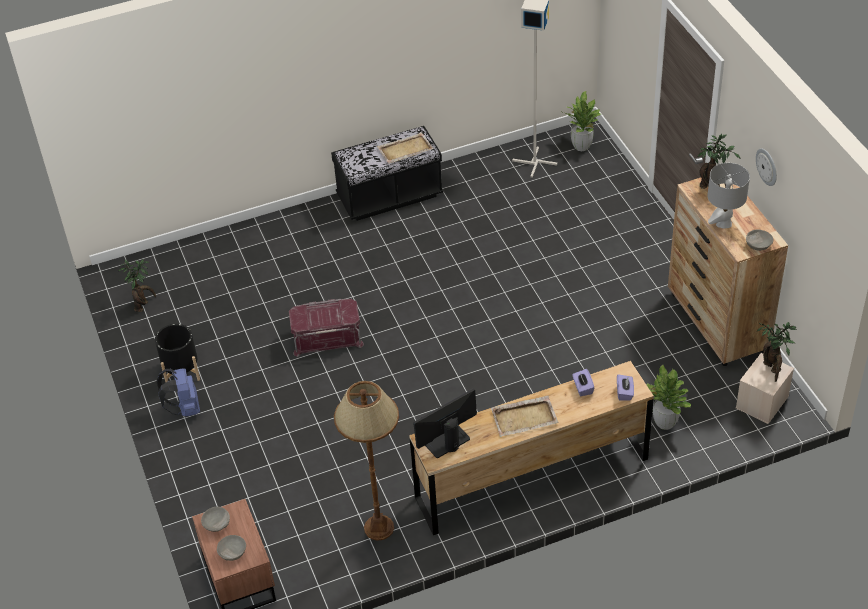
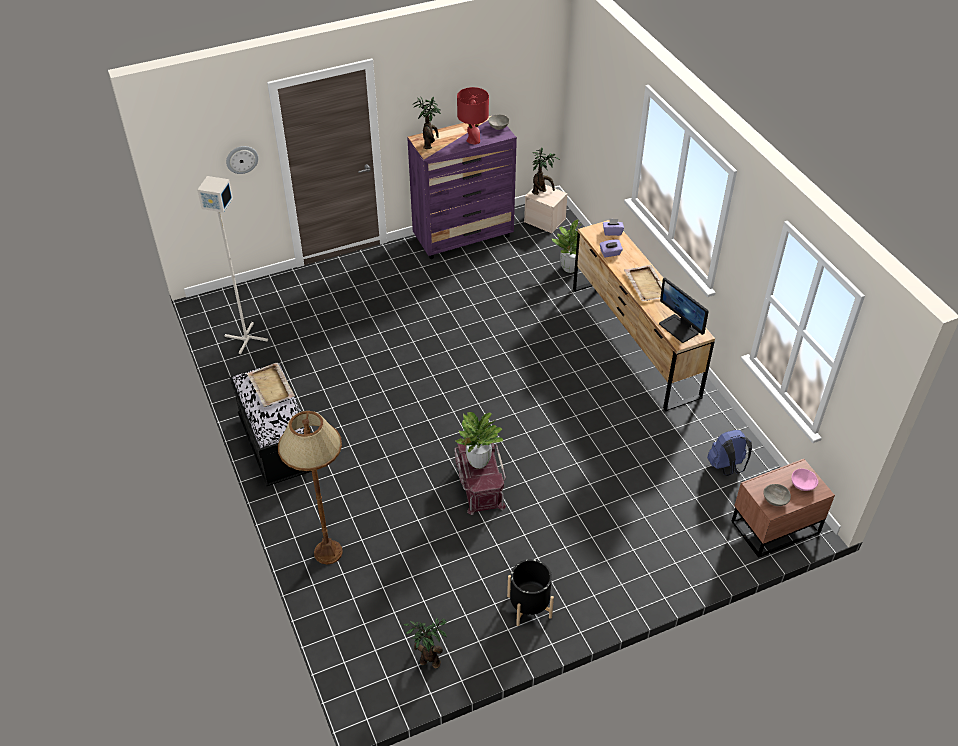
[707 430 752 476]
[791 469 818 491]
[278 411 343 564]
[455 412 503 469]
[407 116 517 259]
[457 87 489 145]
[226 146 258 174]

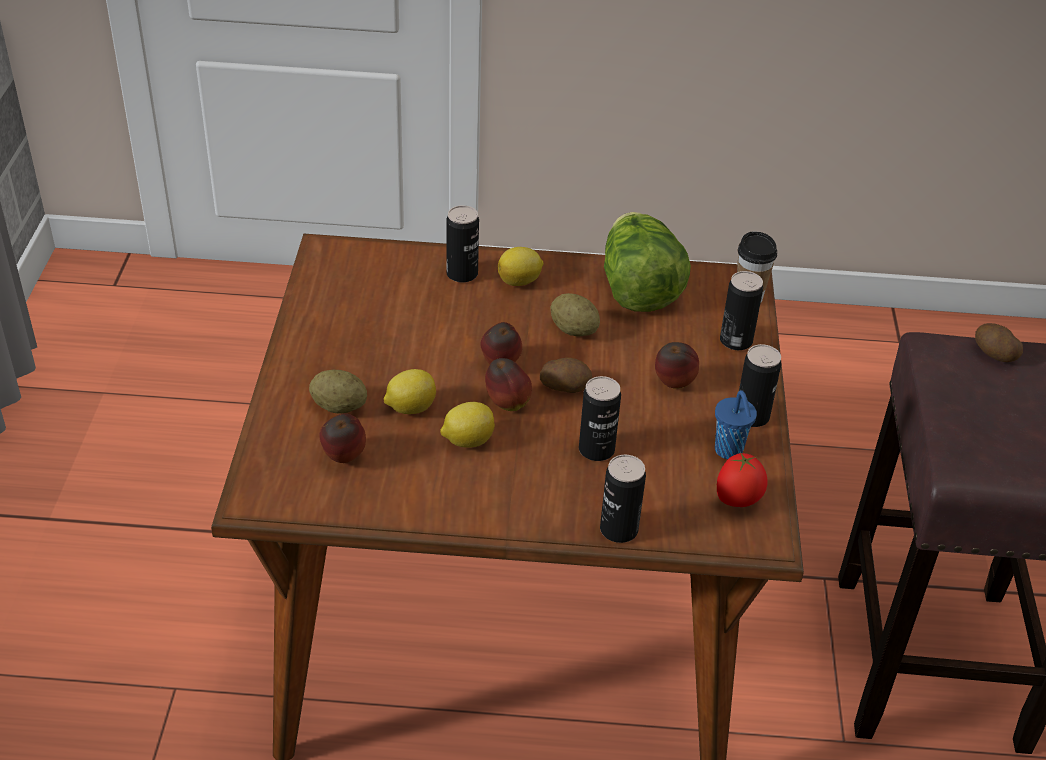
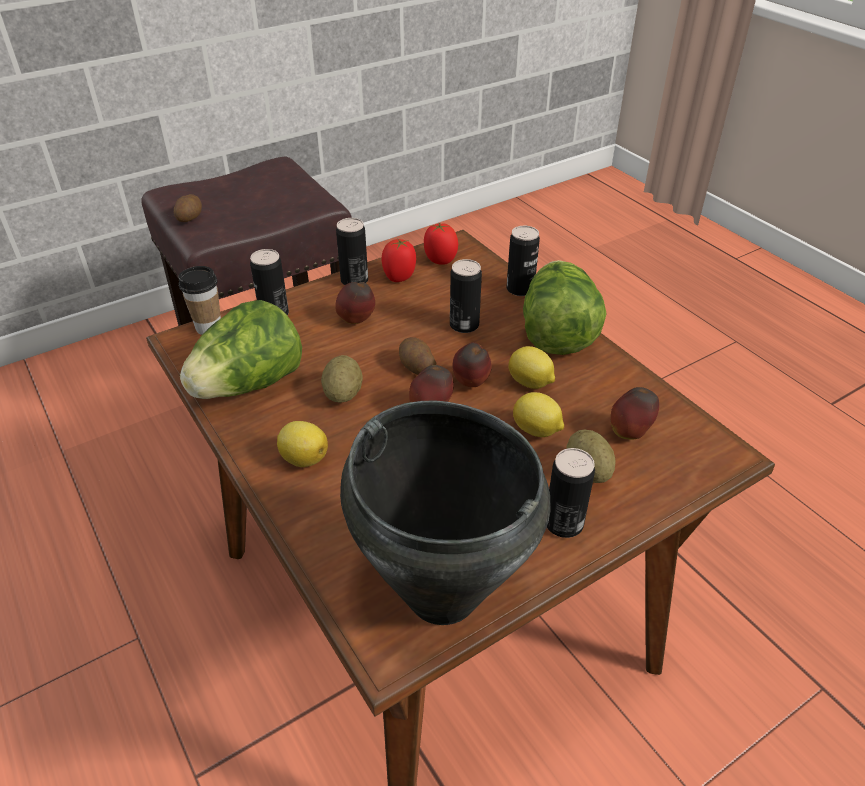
[547 448 595 538]
[381 239 416 282]
[340 401 550 625]
[523 260 607 355]

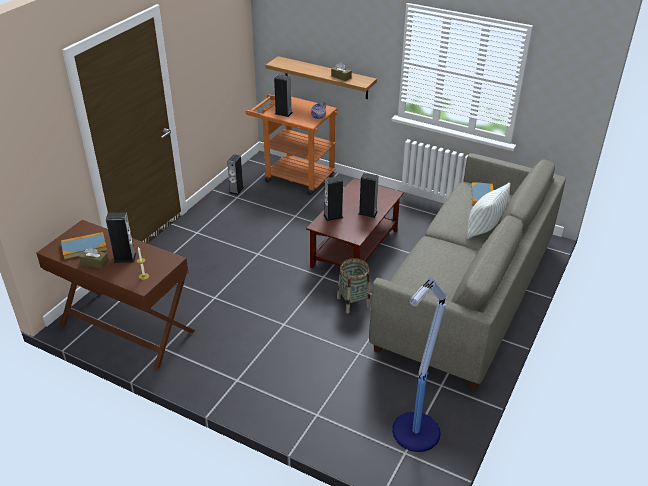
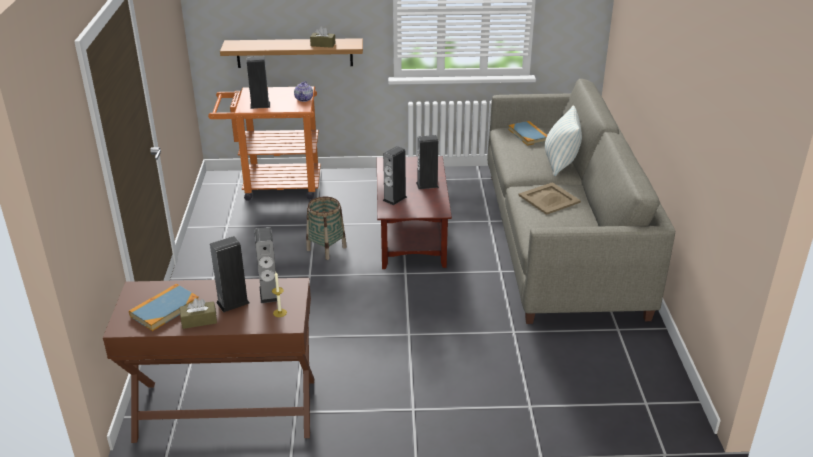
[254 227 277 303]
[306 197 347 260]
[392 277 446 452] (first image)
[518 182 581 215]

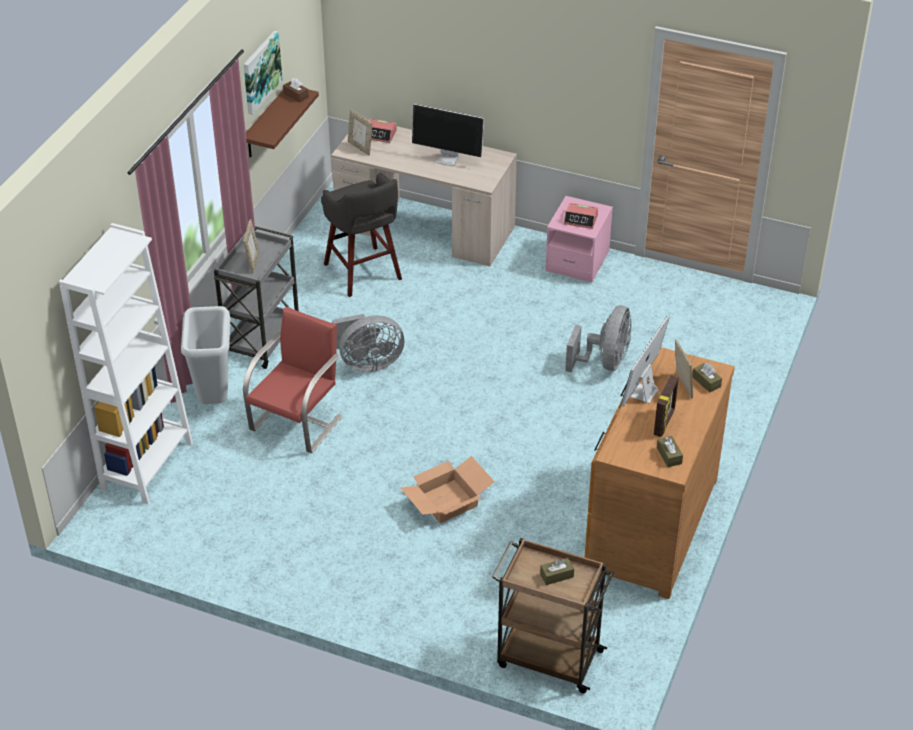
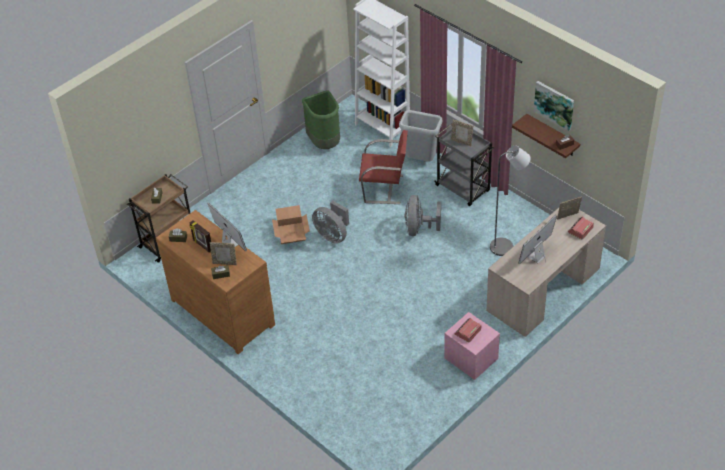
[359 130 408 204]
[490 146 531 256]
[312 201 349 244]
[302 91 340 149]

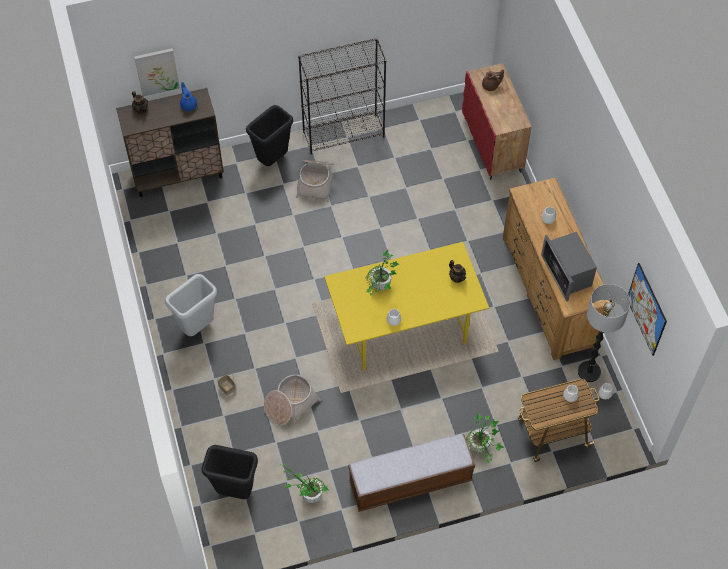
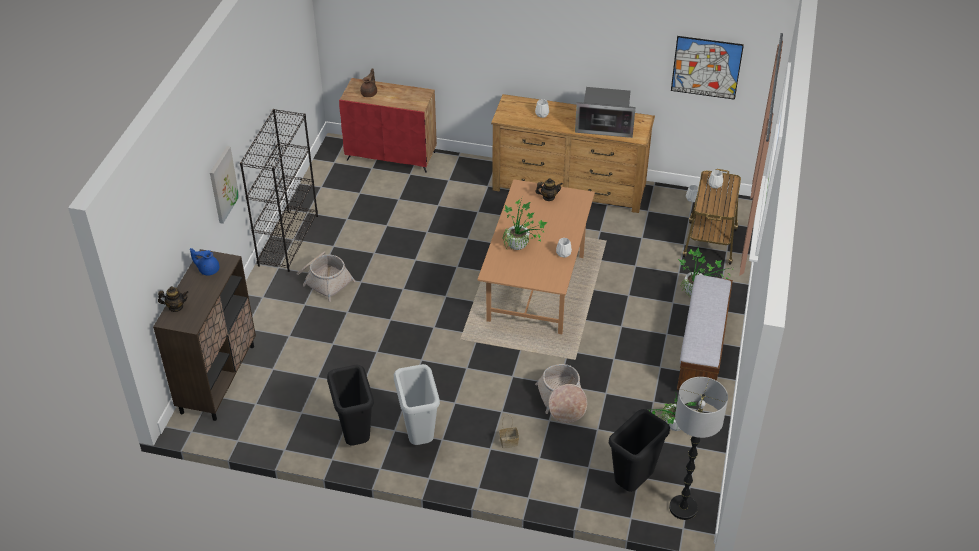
[210 146 239 224]
[327 365 374 446]
[477 179 595 334]
[669 377 728 520]

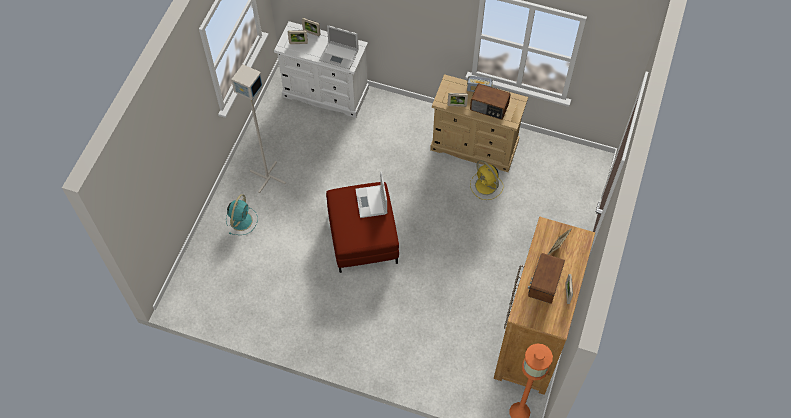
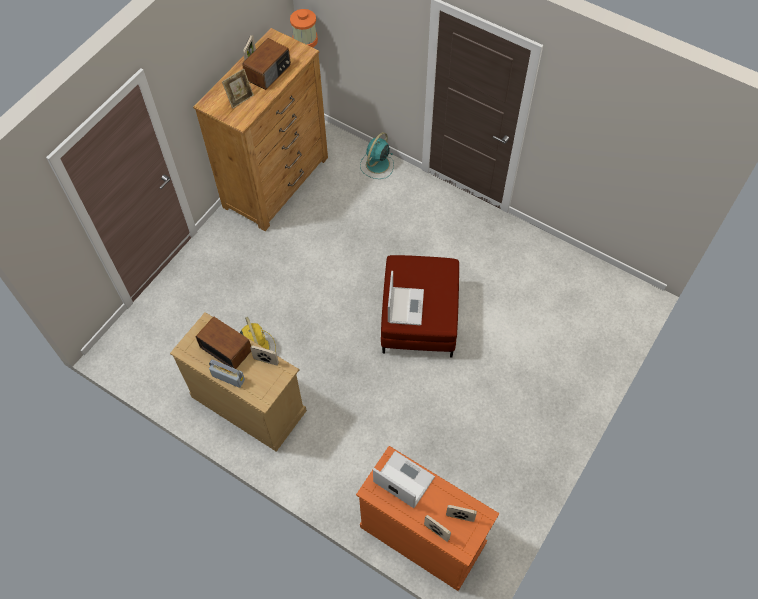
[360 132 394 179]
[231 64 286 193] (first image)
[356 446 500 591]

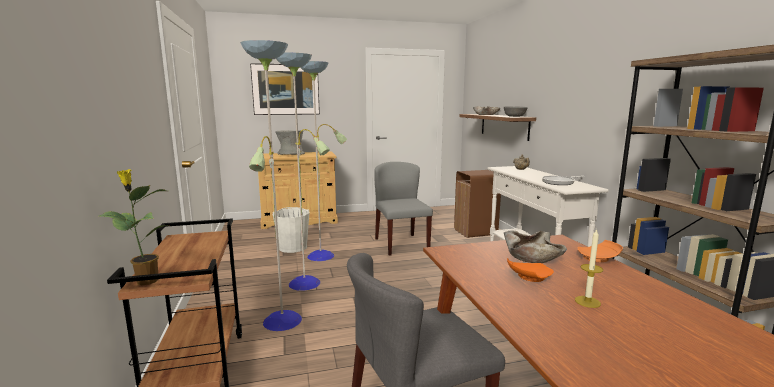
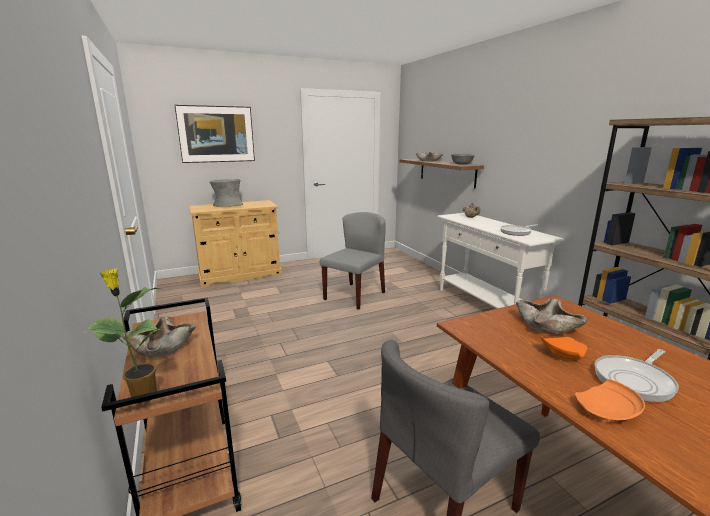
[240 40 347 331] (first image)
[273 207 310 253] (first image)
[320 212 385 310]
[454 170 501 238] (first image)
[594 349 679 402]
[575 379 645 422]
[122 316 196 358]

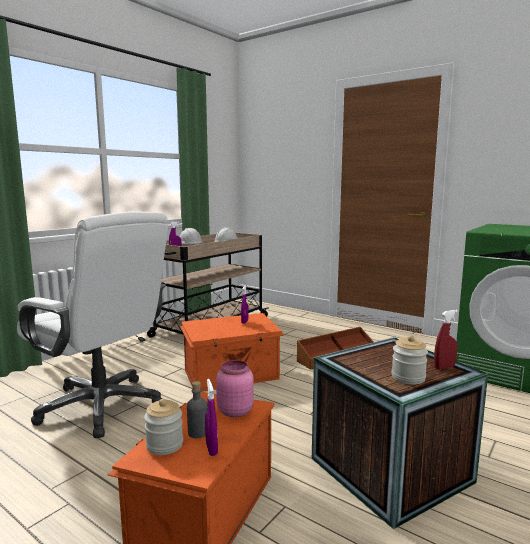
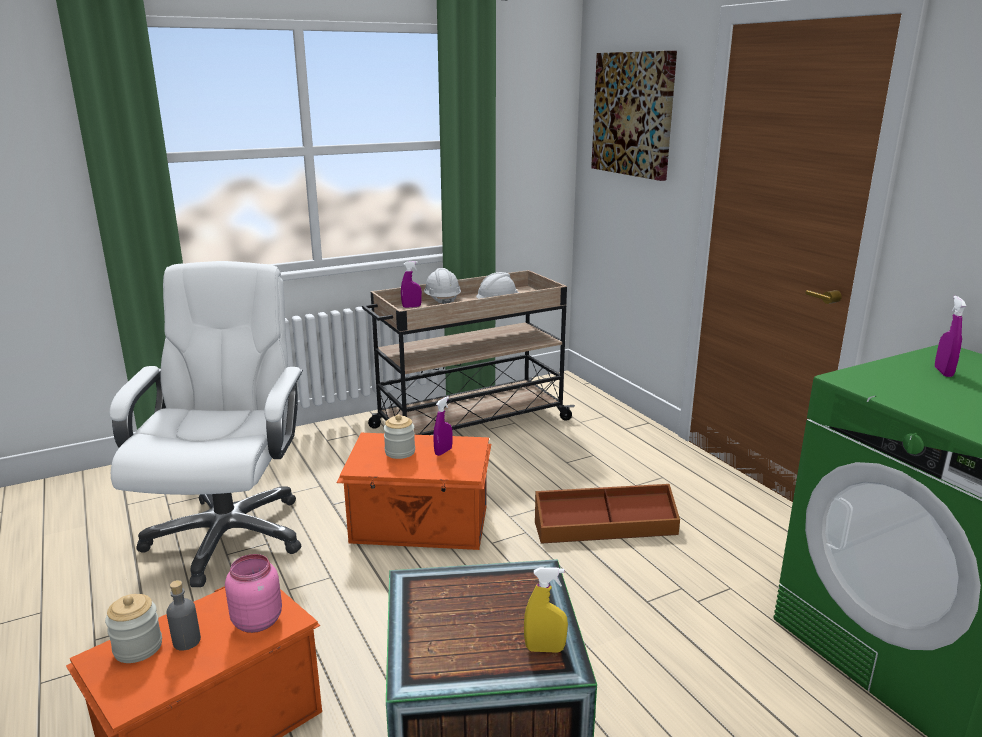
[109 261 303 587]
[935 296 966 377]
[383 414 415 459]
[524 567 568 653]
[591 51 677 181]

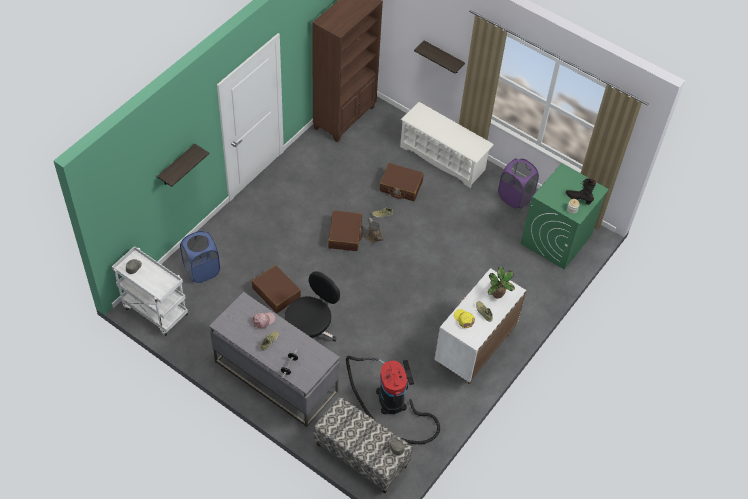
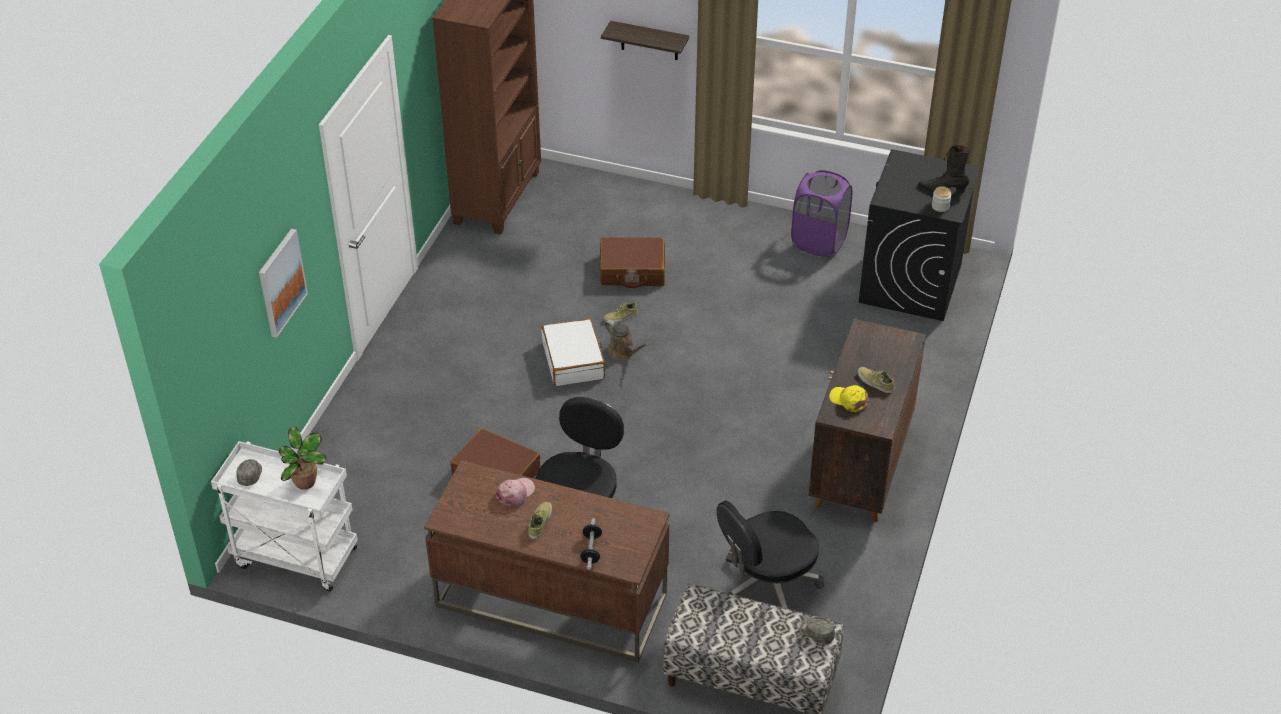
[259 228 308 338]
[180 231 220 283] (first image)
[424 460 670 663]
[541 318 605 386]
[717 501 824 609]
[400 102 494 188] (first image)
[808 319 926 522]
[279 427 327 490]
[859 149 981 321]

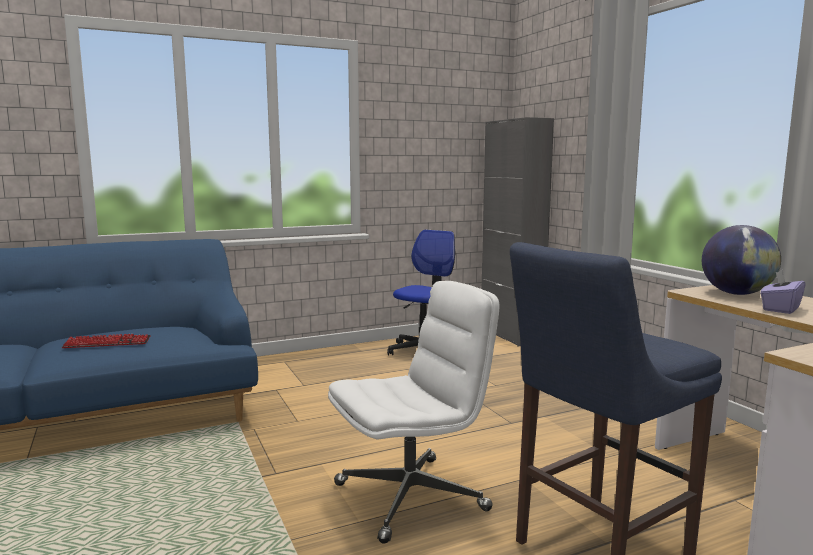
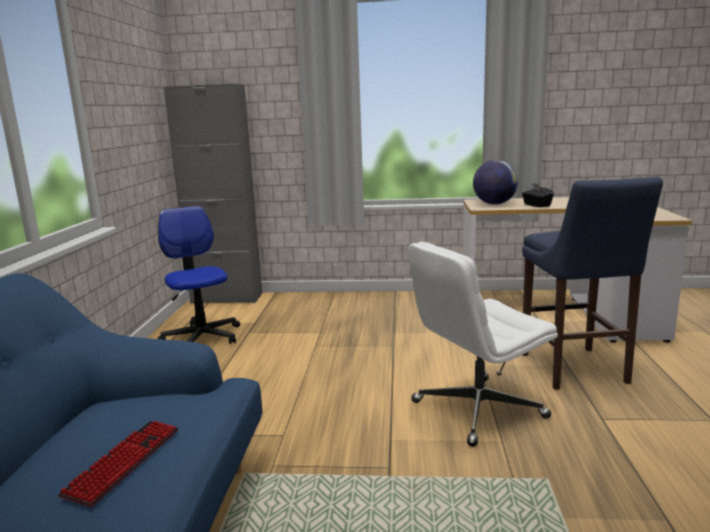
[408 242 558 447]
[522 183 554 207]

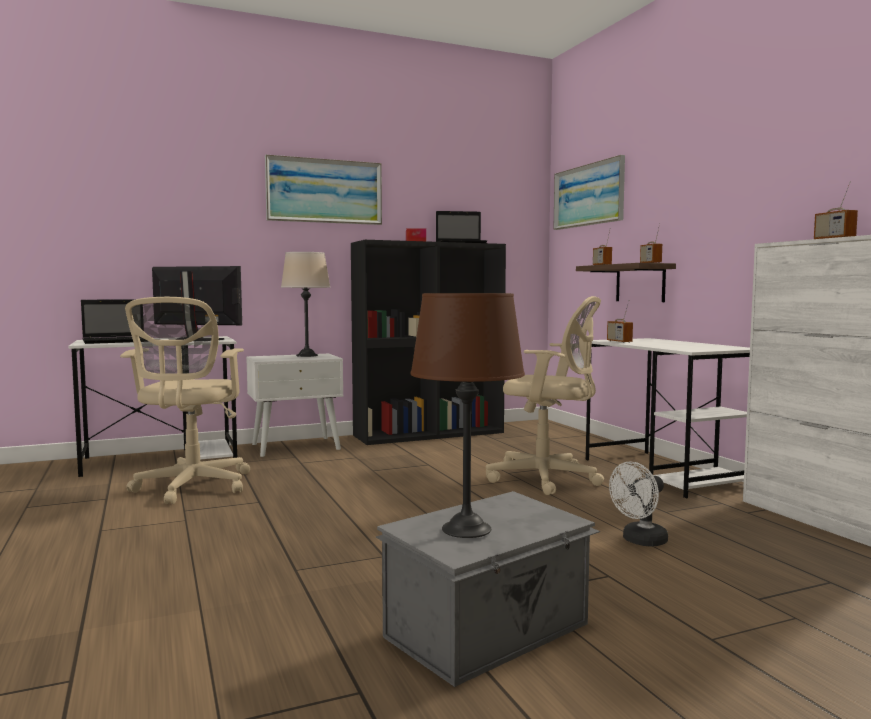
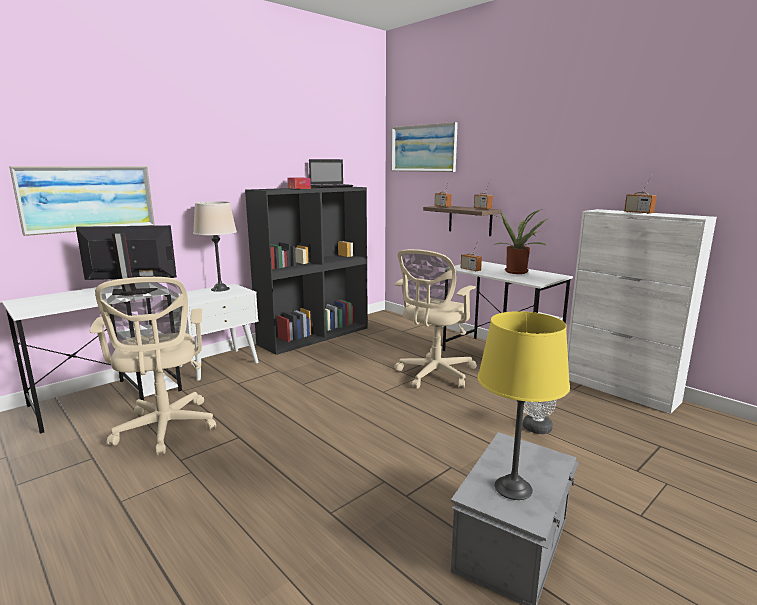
[81 299 143 344] (first image)
[9 166 155 236]
[478 311 570 500]
[394 249 477 389]
[492 209 547 274]

